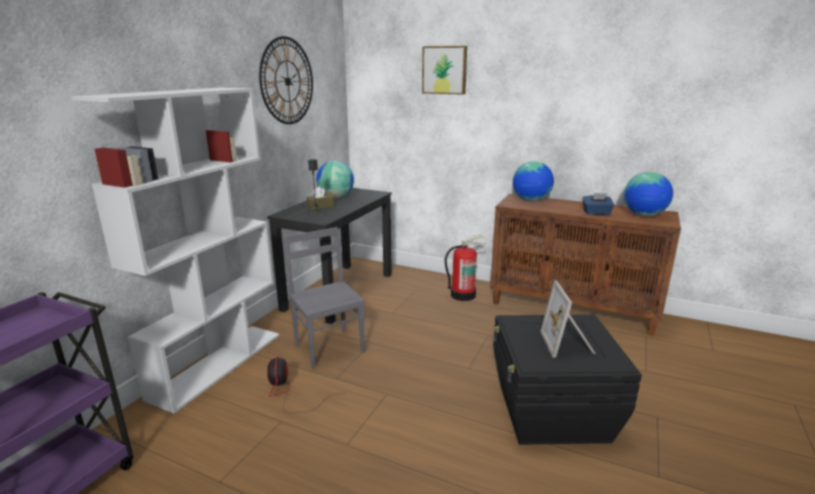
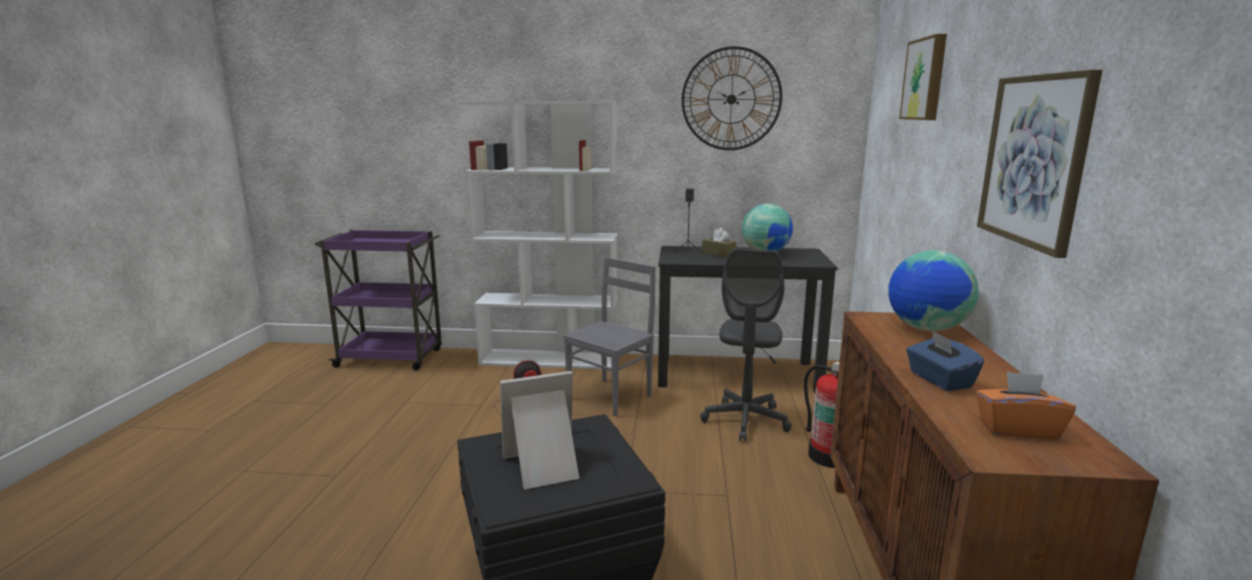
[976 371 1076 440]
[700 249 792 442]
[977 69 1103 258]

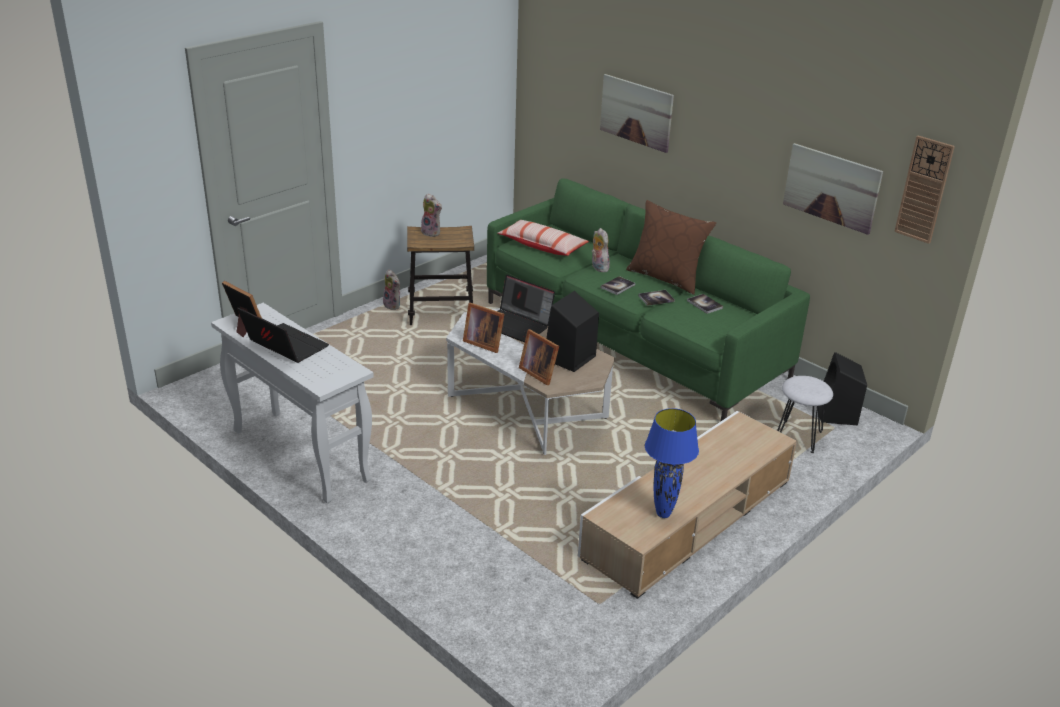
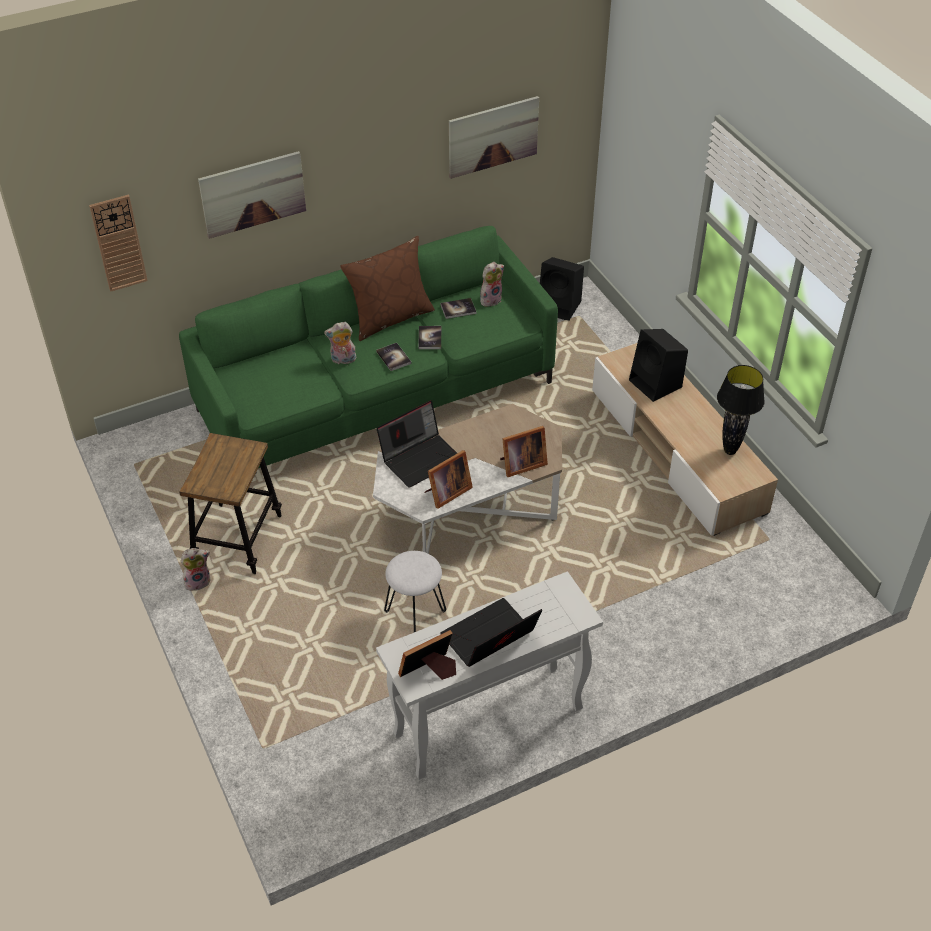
[480 262 504 307]
[497 220 589 256] (first image)
[629 329 688 402]
[717 365 765 455]
[384 551 446 632]
[89 195 148 292]

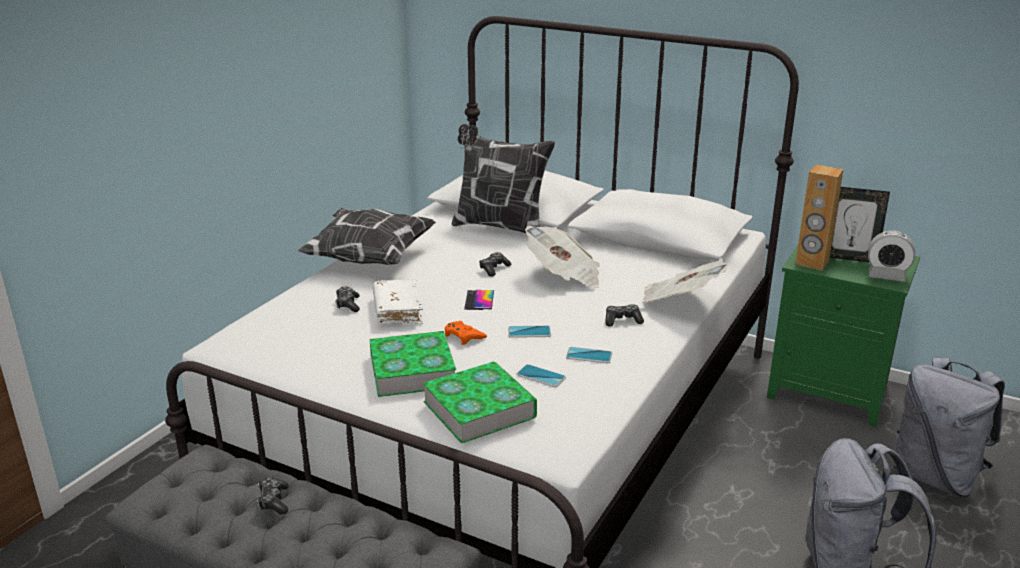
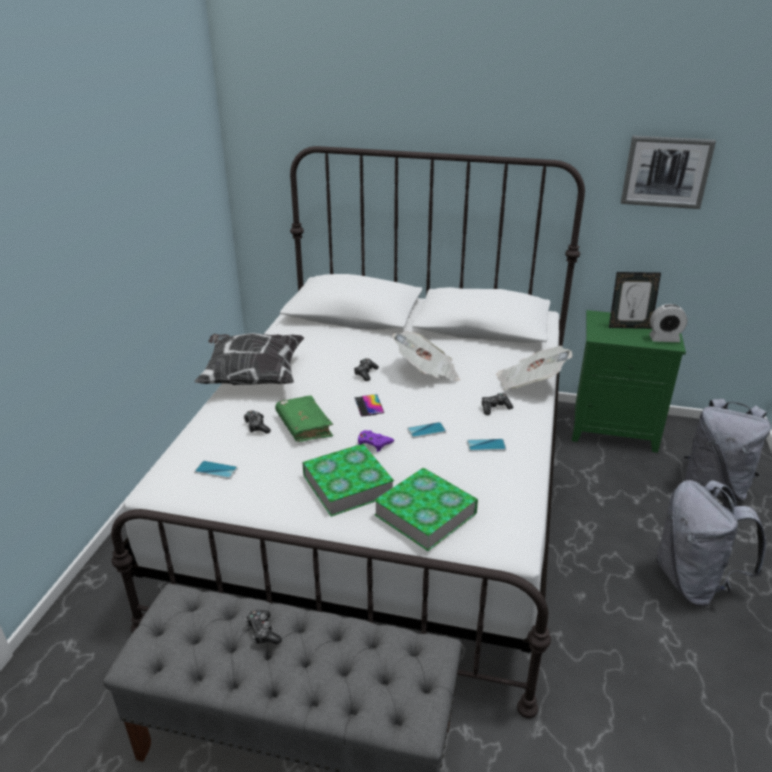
[275 395 333 442]
[358 430 394 452]
[452 124 555 233] (first image)
[195 461 238 479]
[795 165 843 271] (first image)
[621 136 716 209]

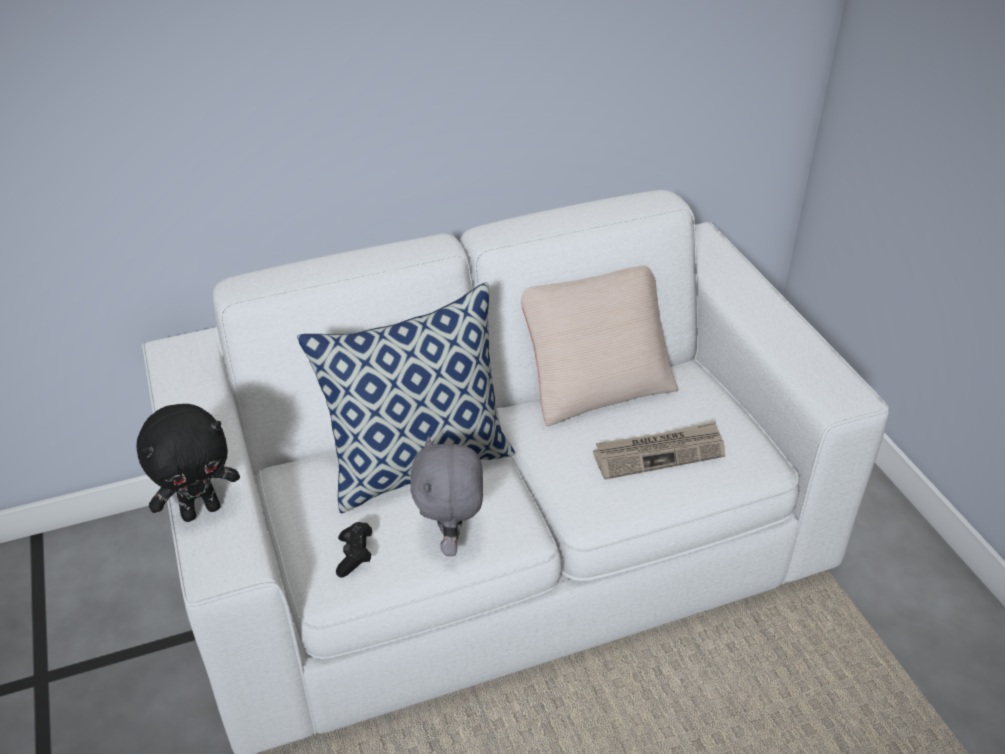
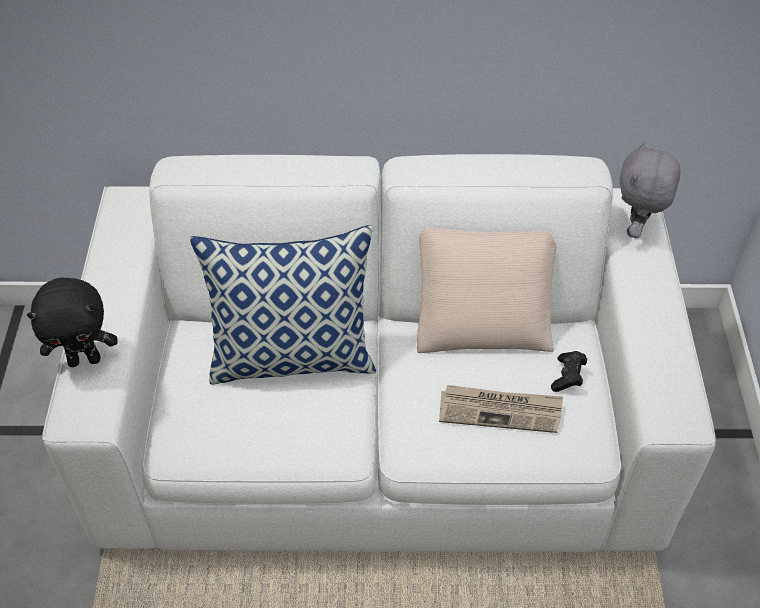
[551 351 587 392]
[620 141 680 238]

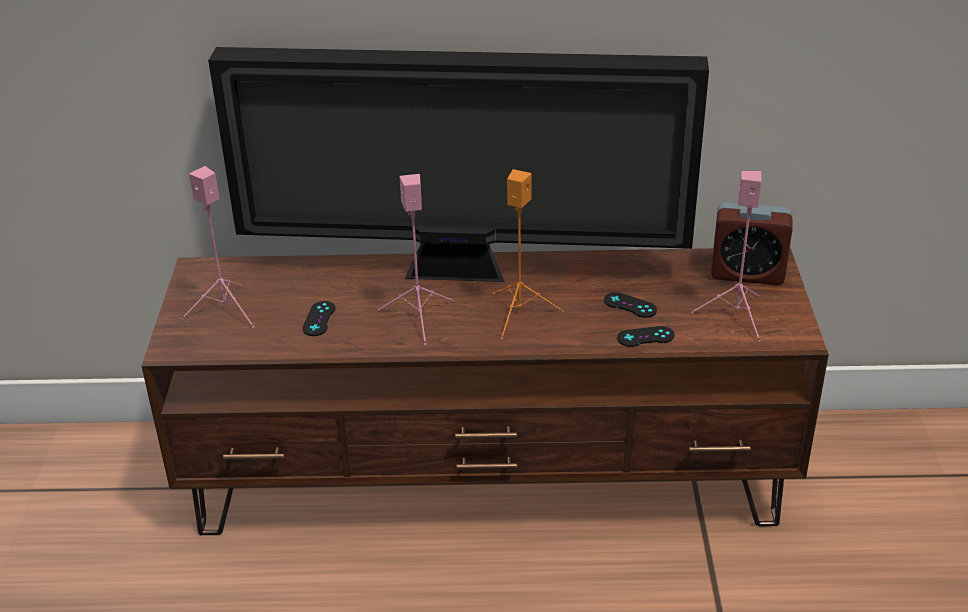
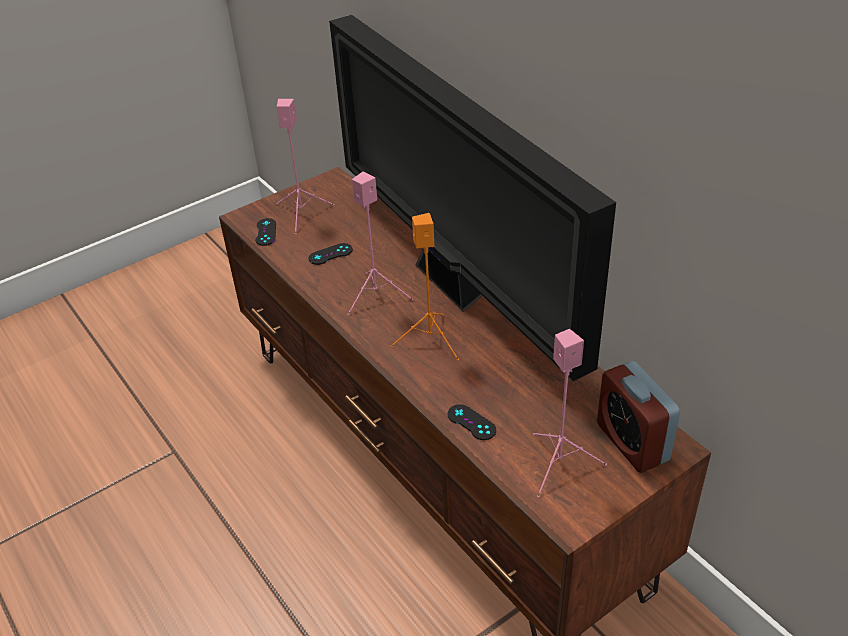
[255 218 276 246]

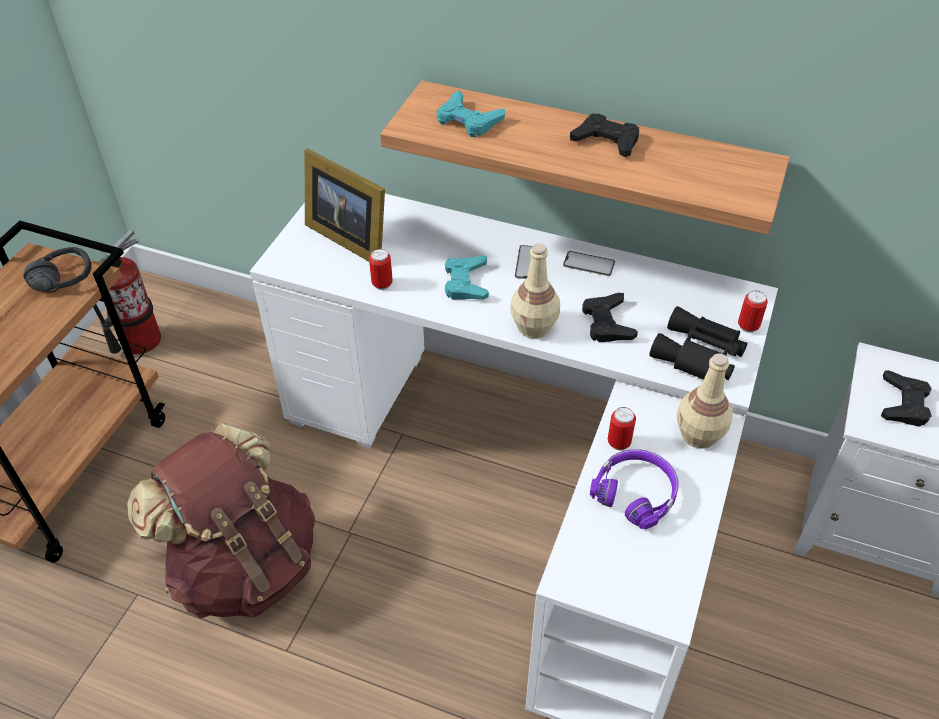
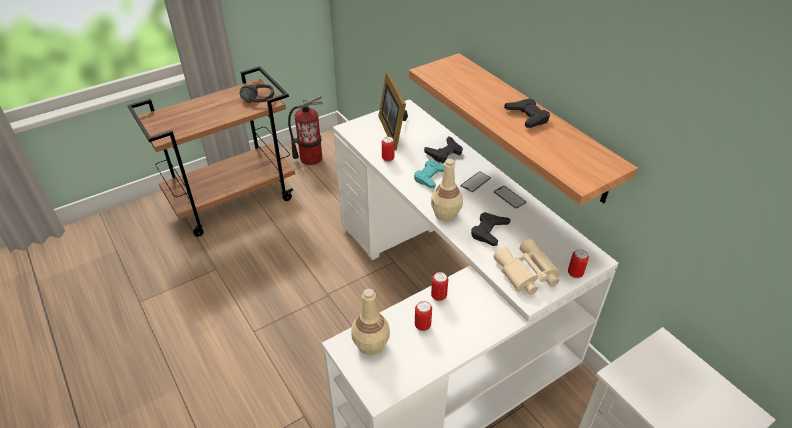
[127 424 315 619] (first image)
[437 91 505 137] (first image)
[415 301 432 331]
[494 239 561 295]
[351 289 390 355]
[424 136 463 163]

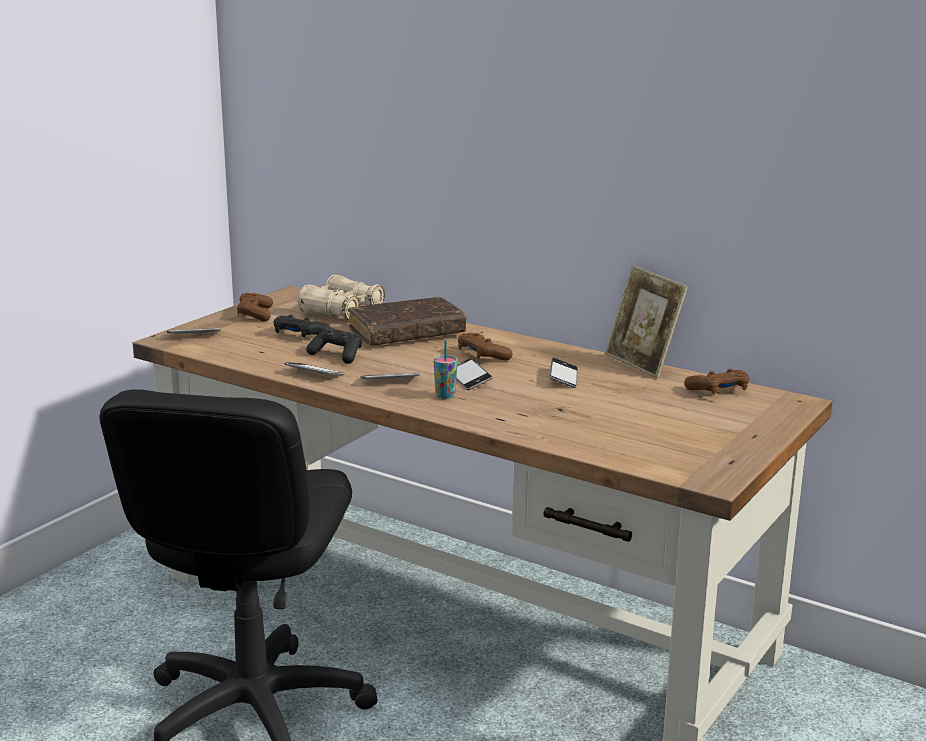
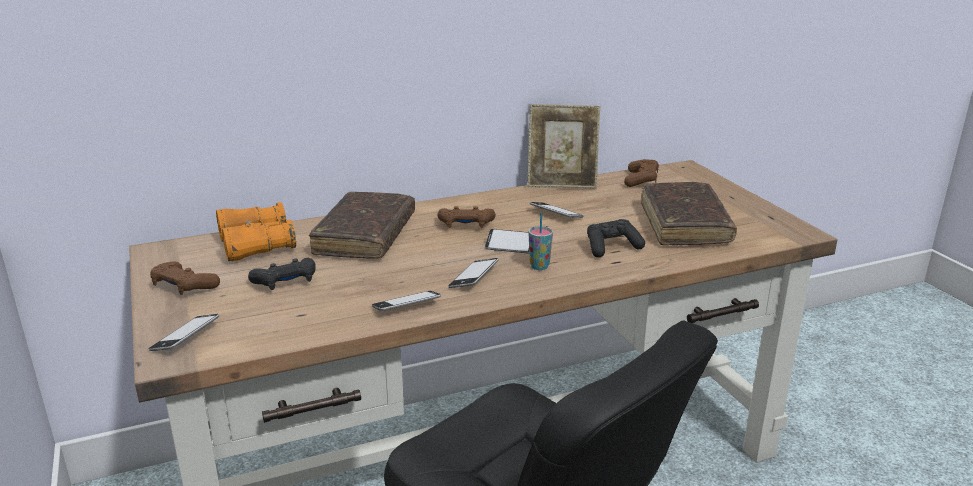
[216 202 296 262]
[587 219 645 258]
[641 182 737 245]

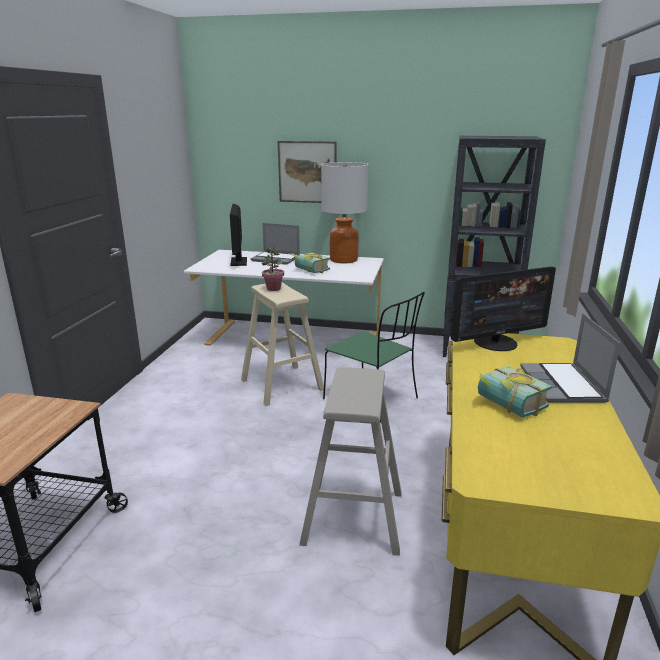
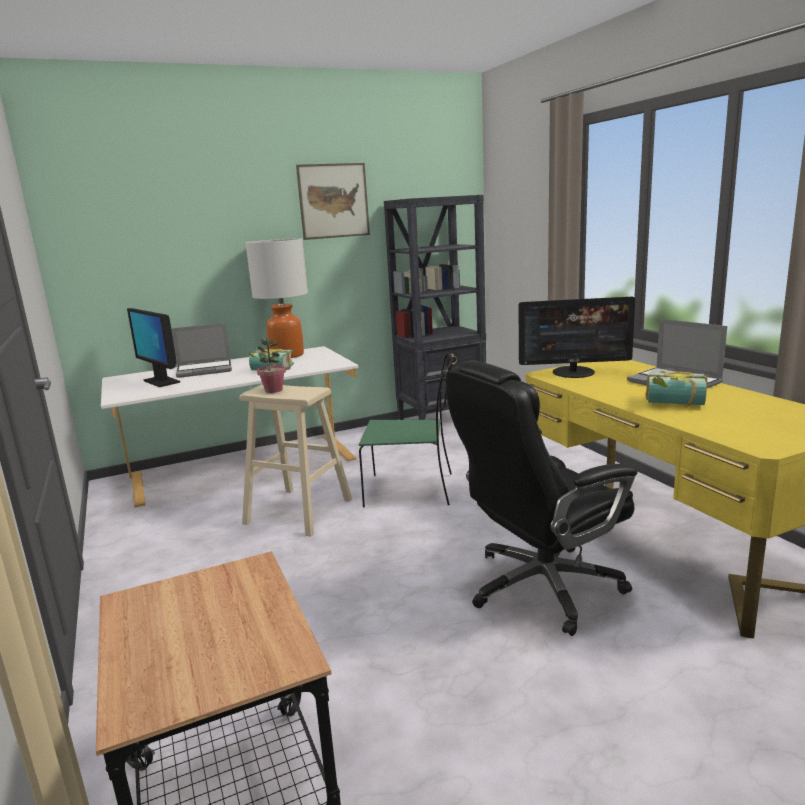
[296 163 370 240]
[446 360 638 636]
[519 297 635 378]

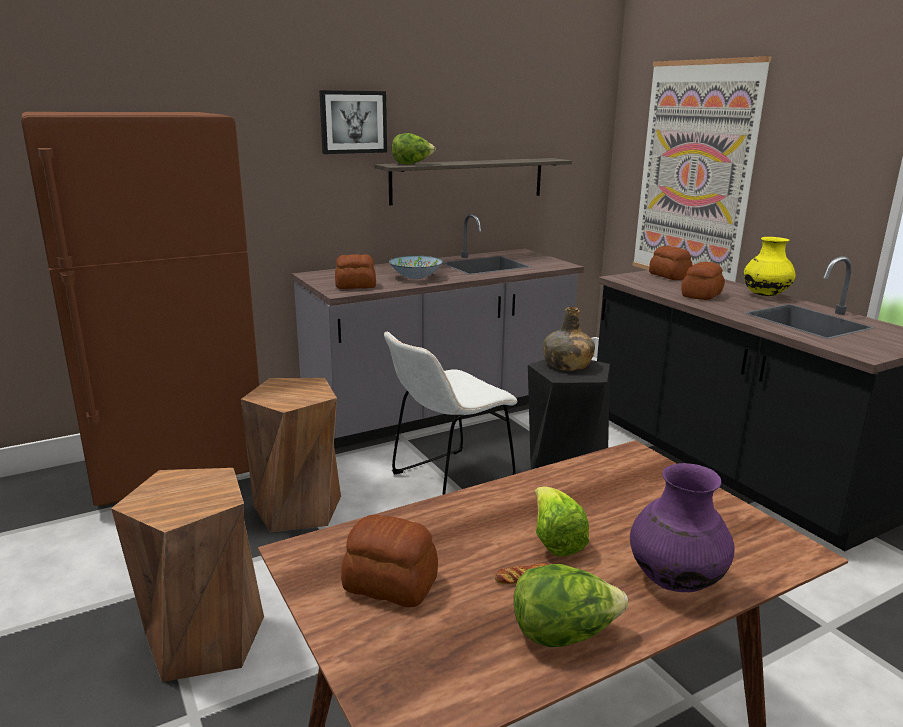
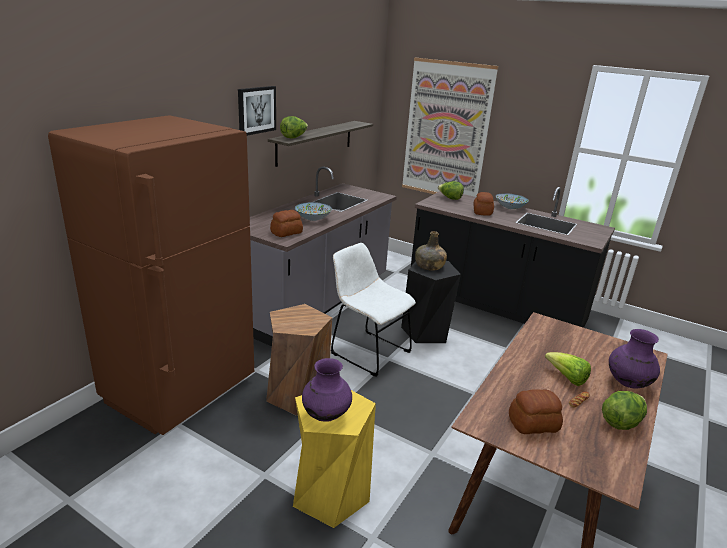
[293 390 376 528]
[331 243 416 377]
[438 181 464 200]
[496 193 529 209]
[302 358 352 422]

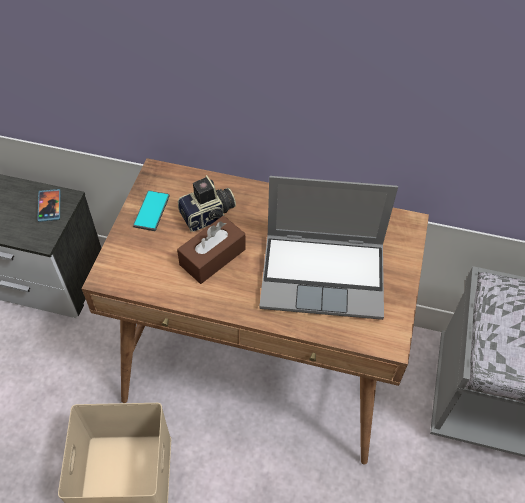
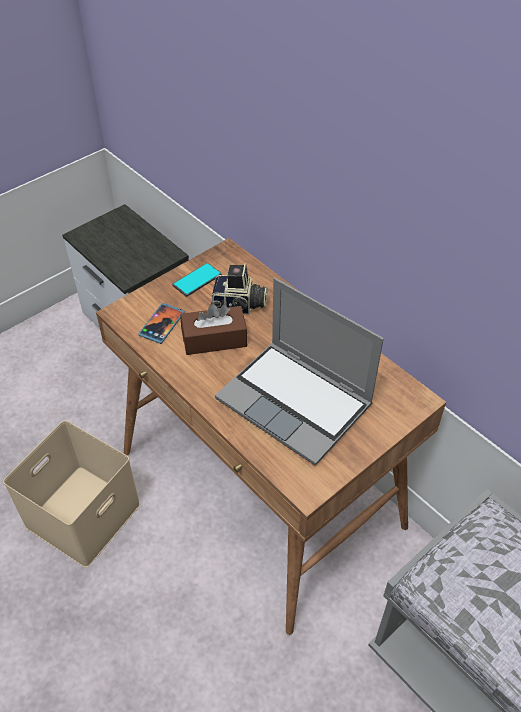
[138 303 185 344]

